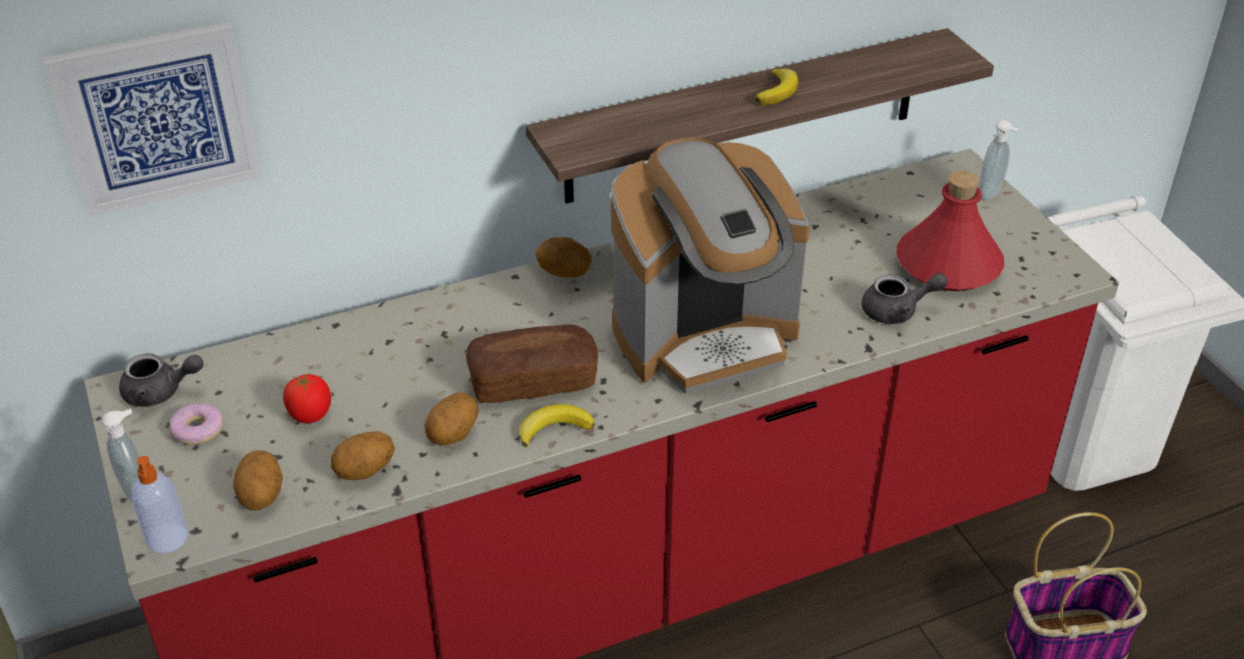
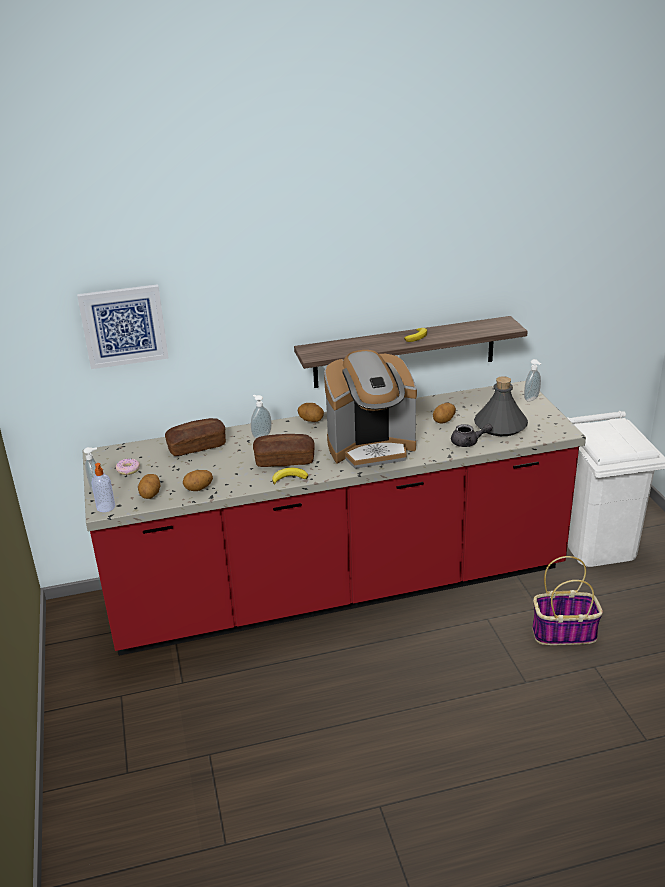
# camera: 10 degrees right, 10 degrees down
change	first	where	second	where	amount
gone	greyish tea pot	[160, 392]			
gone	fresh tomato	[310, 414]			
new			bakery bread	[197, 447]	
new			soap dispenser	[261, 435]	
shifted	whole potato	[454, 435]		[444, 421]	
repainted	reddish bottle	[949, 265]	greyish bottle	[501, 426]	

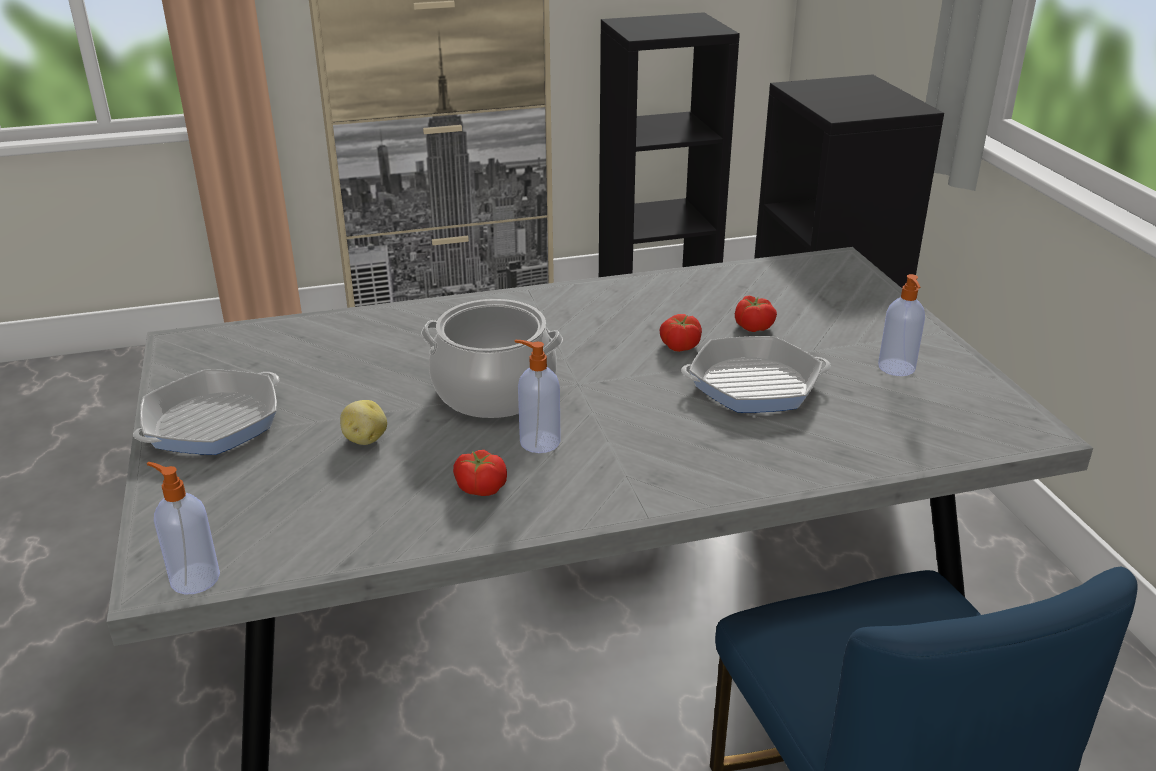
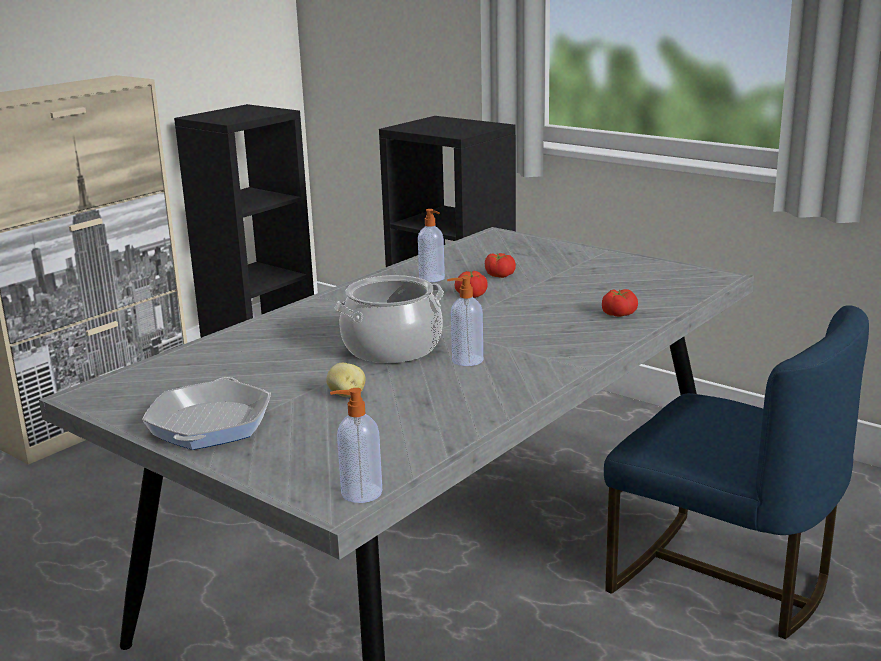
# camera: 35 degrees left, 10 degrees down
change	first	where	second	where	amount
gone	skillet	[754, 384]			
shifted	fresh tomato	[481, 487]		[618, 313]	
shifted	soap dispenser	[897, 368]		[432, 278]	

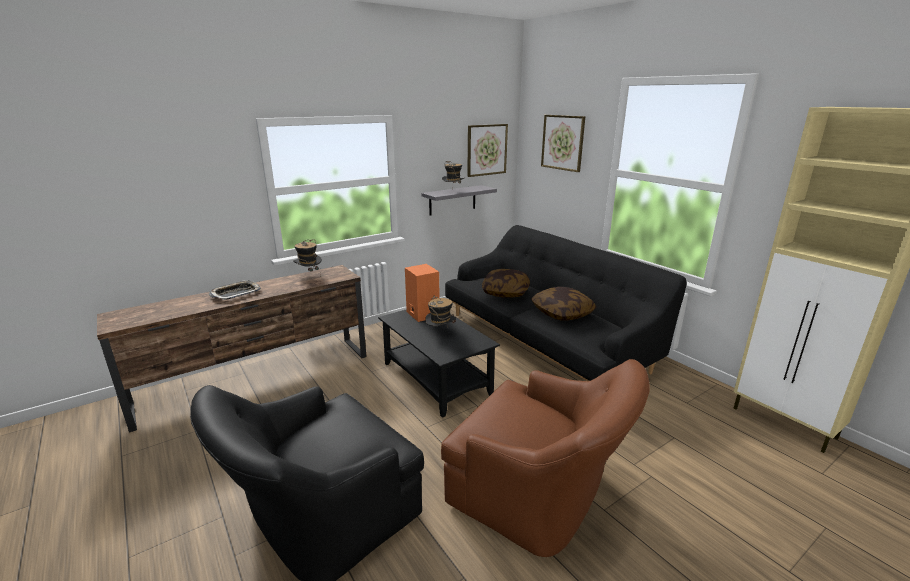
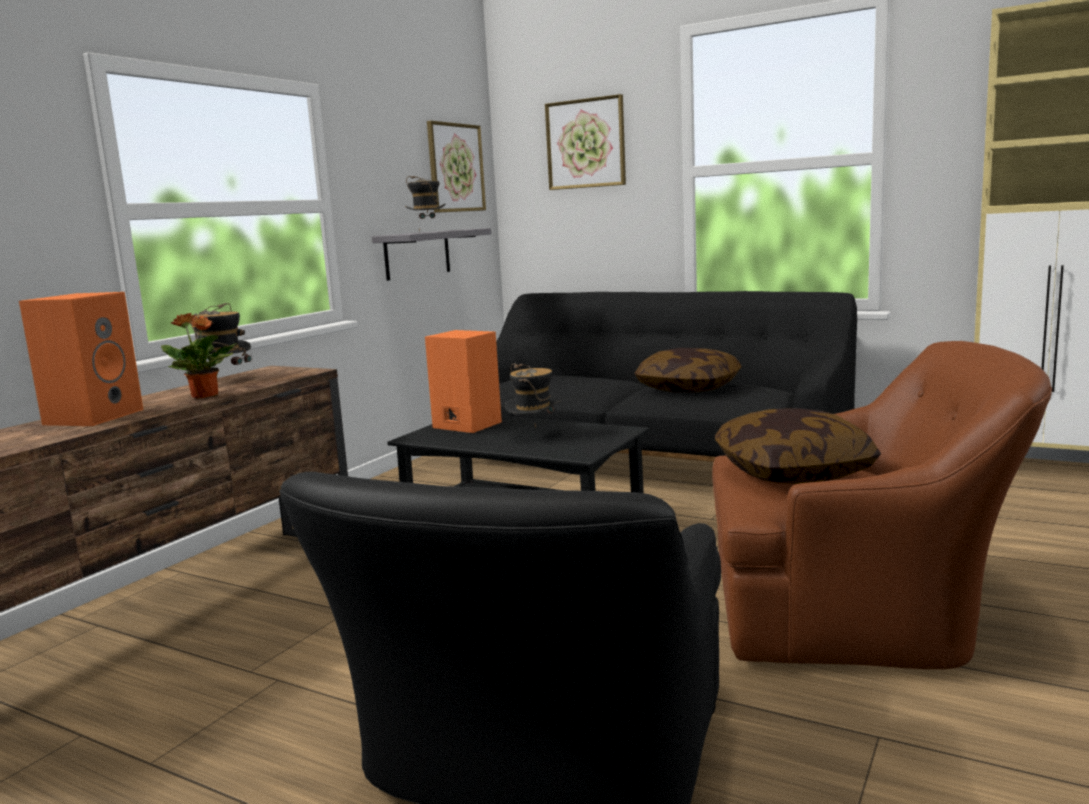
# camera: 25 degrees left, 10 degrees down
change	first	where	second	where	amount
new			plant in a pot	[205, 396]	
shifted	pillow	[505, 292]		[793, 472]	
swapped	serving tray	[236, 293]	orange-coloured loudspeaker	[94, 416]	

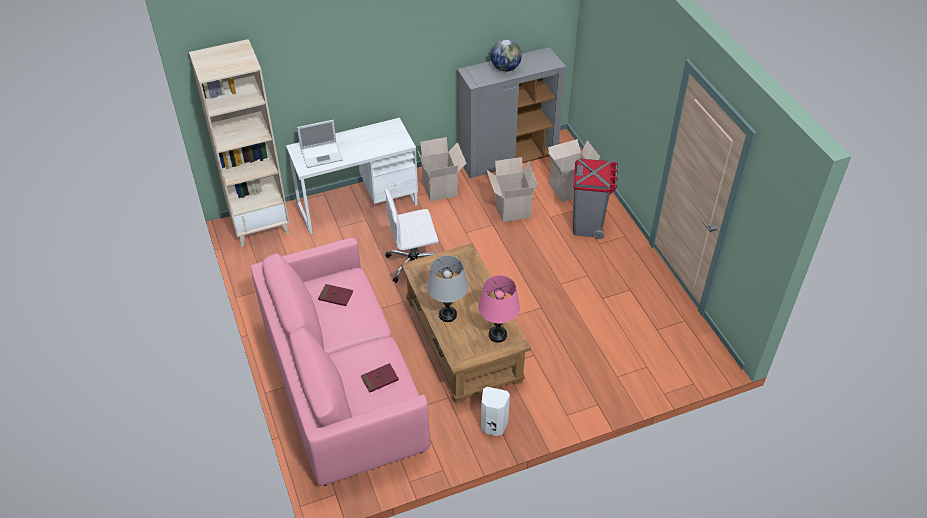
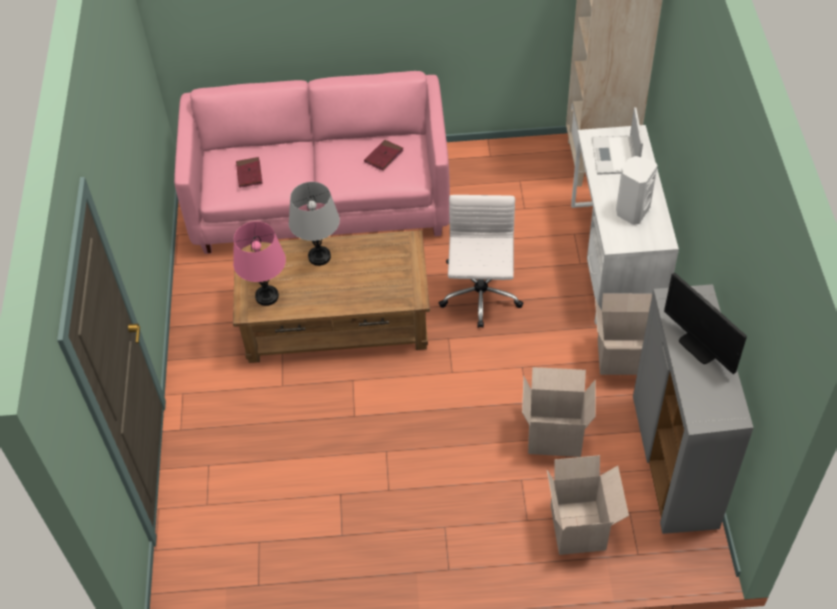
# camera: 110 degrees right, 5 degrees up
change	first	where	second	where	amount
gone	greyish trash can	[588, 224]			
shifted	whitish loudspeaker	[493, 426]		[631, 211]	
swapped	globe	[505, 68]	monitor	[699, 346]	

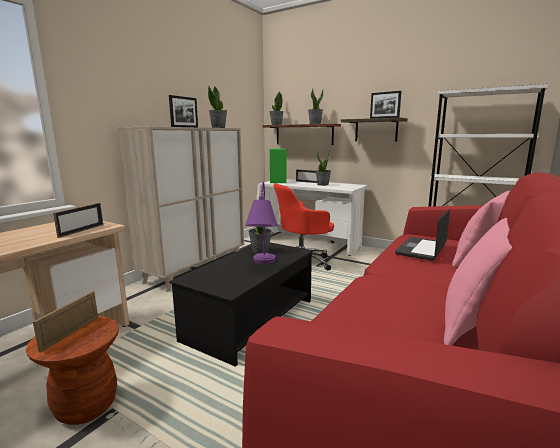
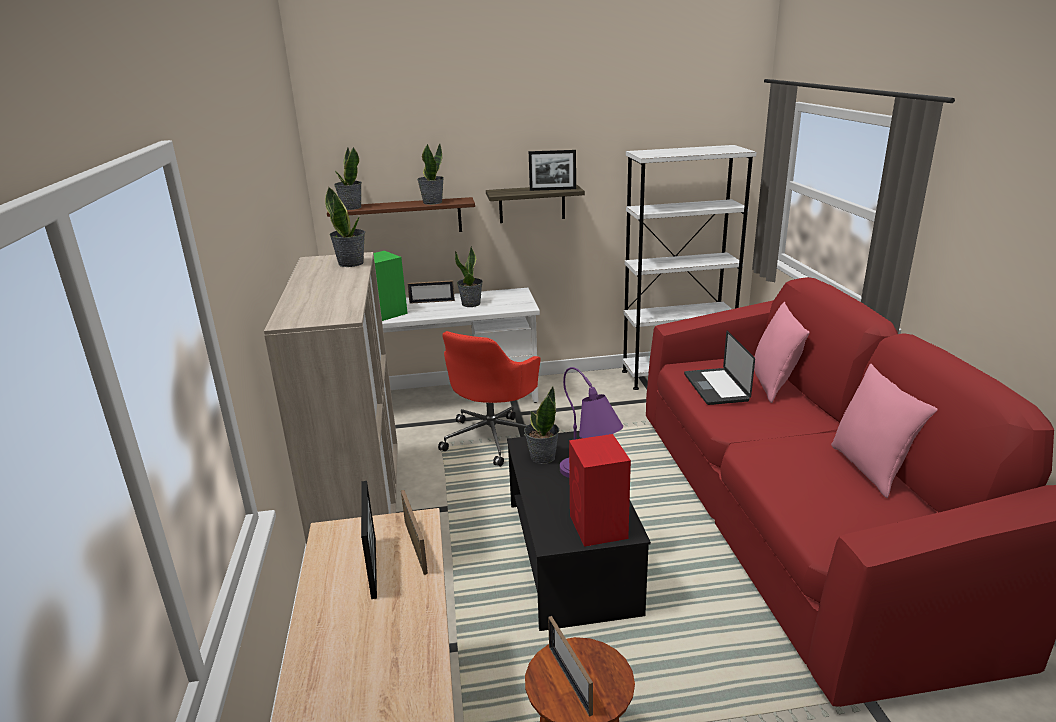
# camera: 40 degrees left, 10 degrees up
change	first	where	second	where	amount
new			reddish loudspeaker	[598, 528]	
shifted	standing frame	[185, 127]		[373, 567]	

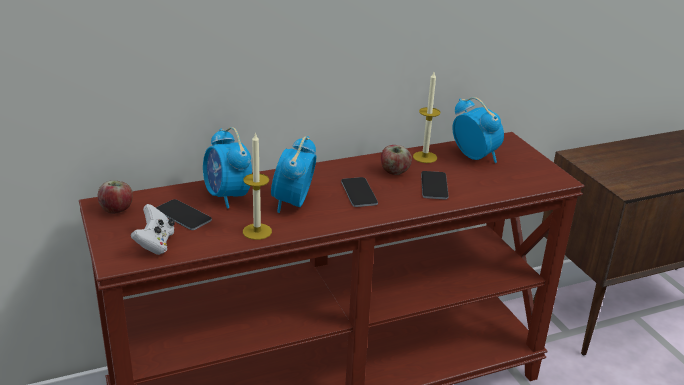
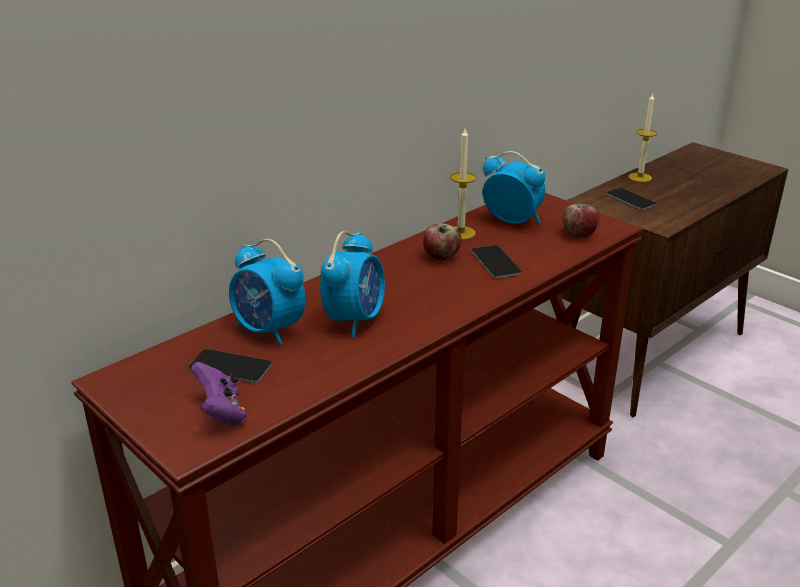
# camera: 20 degrees left, 0 degrees up
change	first	where	second	where	amount
shifted	whole apple	[117, 209]		[579, 234]	
shifted	wax candle	[257, 231]		[640, 177]	
shifted	phone	[359, 192]		[630, 199]	
repainted	whitish joypad	[155, 244]	purplish joypad	[221, 412]	
rotated	bedside clock	[293, 203]		[355, 319]	150 degrees counterclockwise

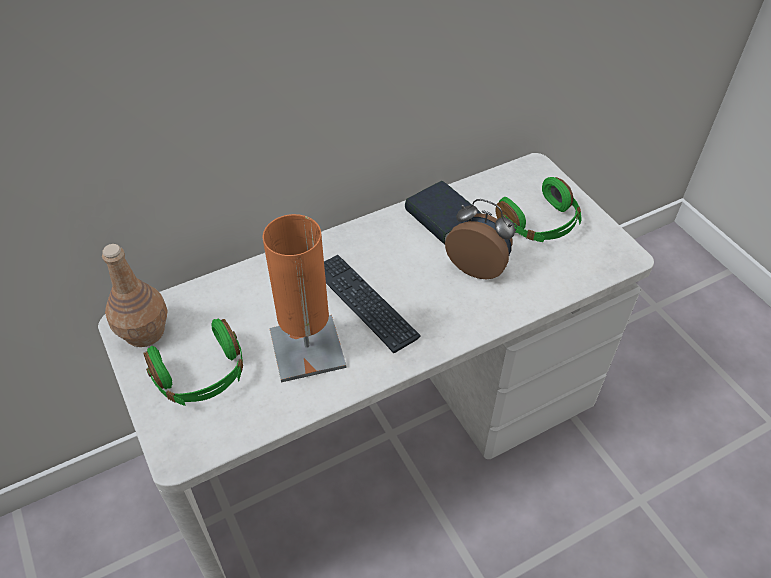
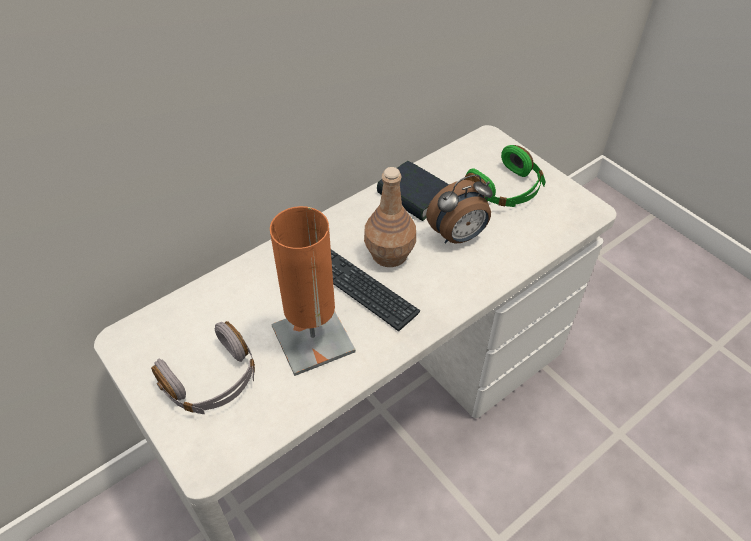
# camera: 10 degrees left, 0 degrees up
change	first	where	second	where	amount
shifted	brown bottle	[145, 331]		[390, 254]	
repainted	green-coloured headset	[201, 375]	greyish headset	[213, 381]	
rotated	bedside clock	[478, 265]		[458, 236]	135 degrees clockwise

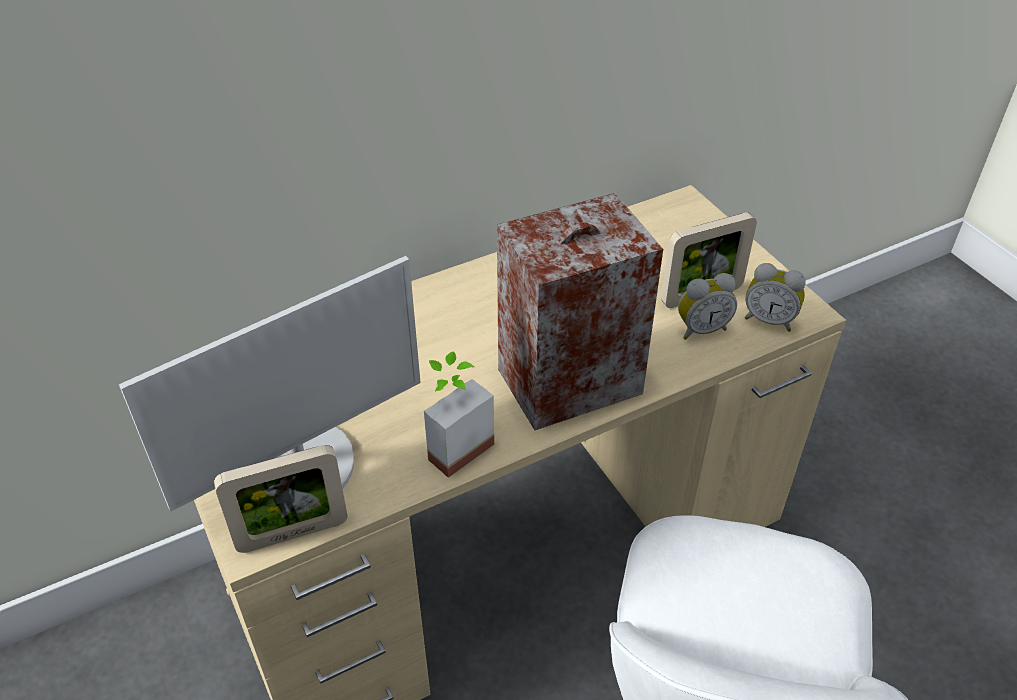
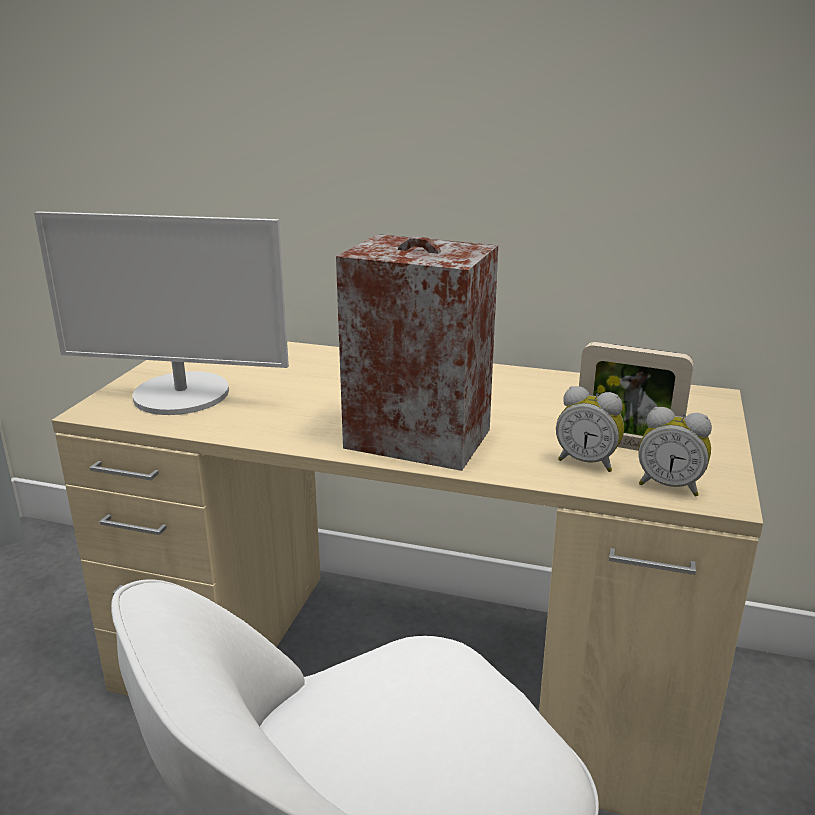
# camera: 45 degrees right, 20 degrees down
change	first	where	second	where	amount
gone	standing frame	[292, 533]			
gone	plant in a pot	[452, 444]			
rotated	bedside clock	[769, 319]		[669, 485]	45 degrees counterclockwise

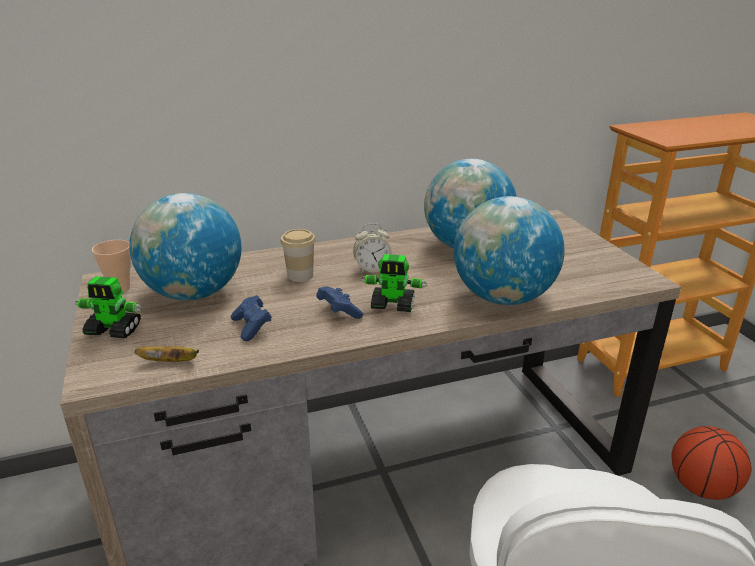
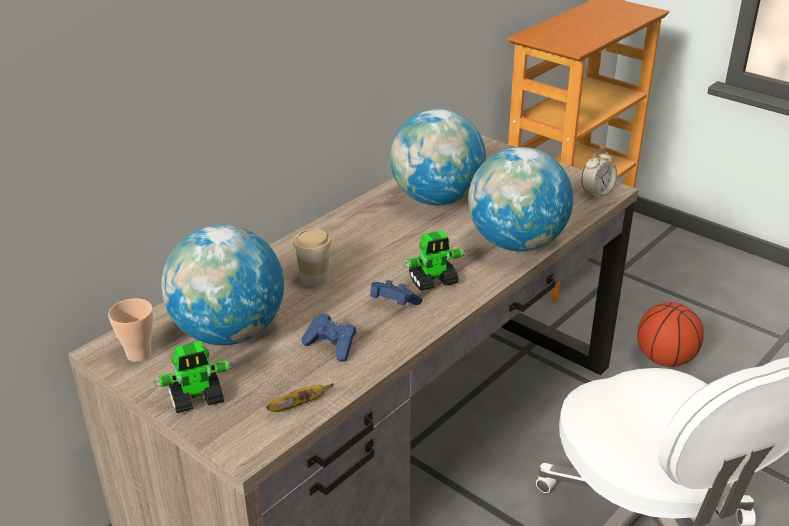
# camera: 30 degrees left, 5 degrees up
change	first	where	second	where	amount
shifted	bedside clock	[372, 269]		[597, 193]	

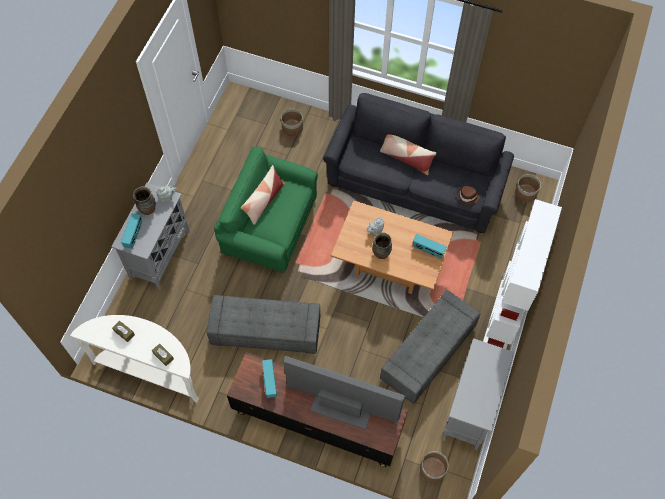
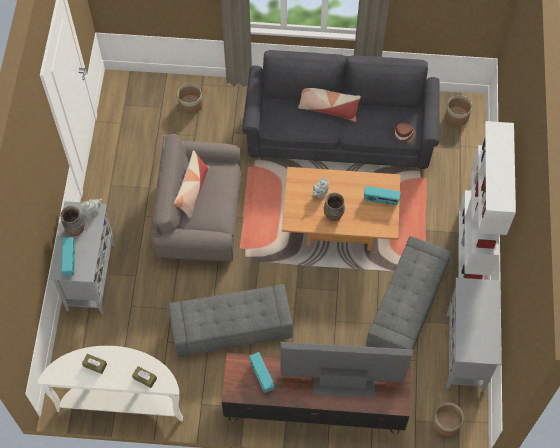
# camera: 15 degrees left, 0 degrees up
change	first	where	second	where	amount
repainted	green-coloured armchair	[270, 226]	greyish armchair	[200, 216]	

